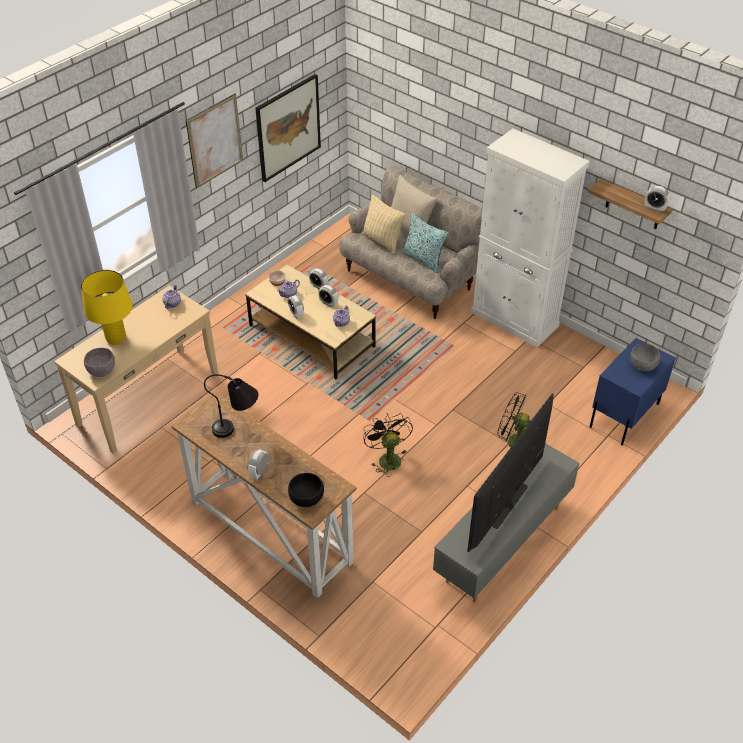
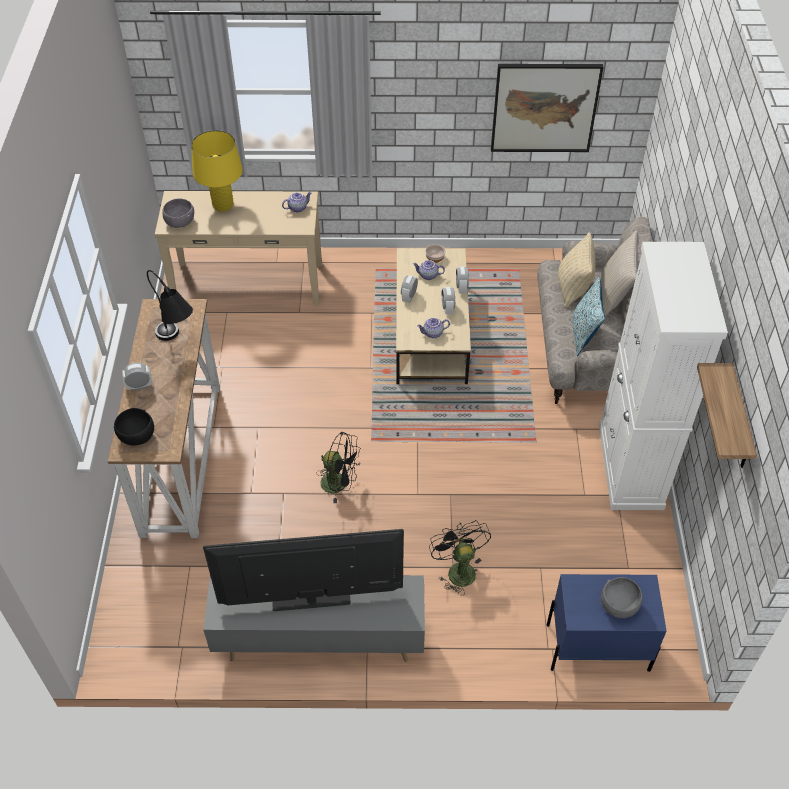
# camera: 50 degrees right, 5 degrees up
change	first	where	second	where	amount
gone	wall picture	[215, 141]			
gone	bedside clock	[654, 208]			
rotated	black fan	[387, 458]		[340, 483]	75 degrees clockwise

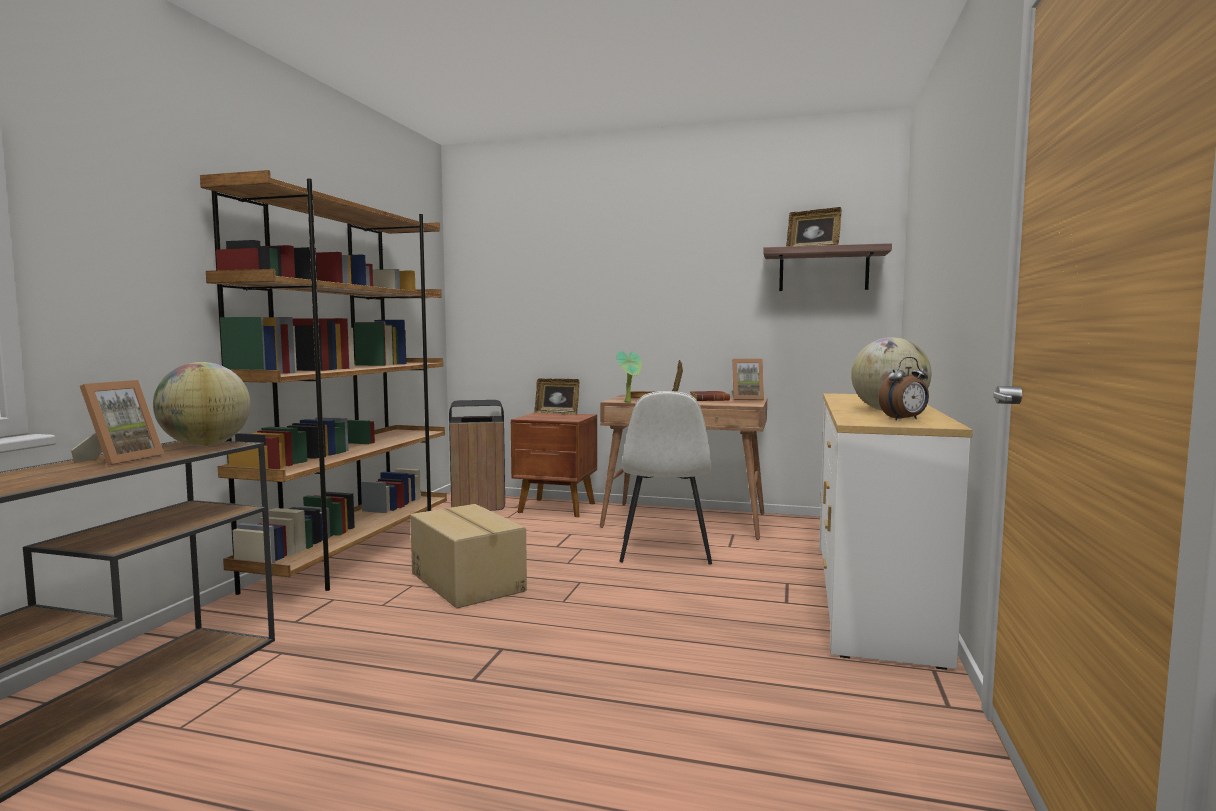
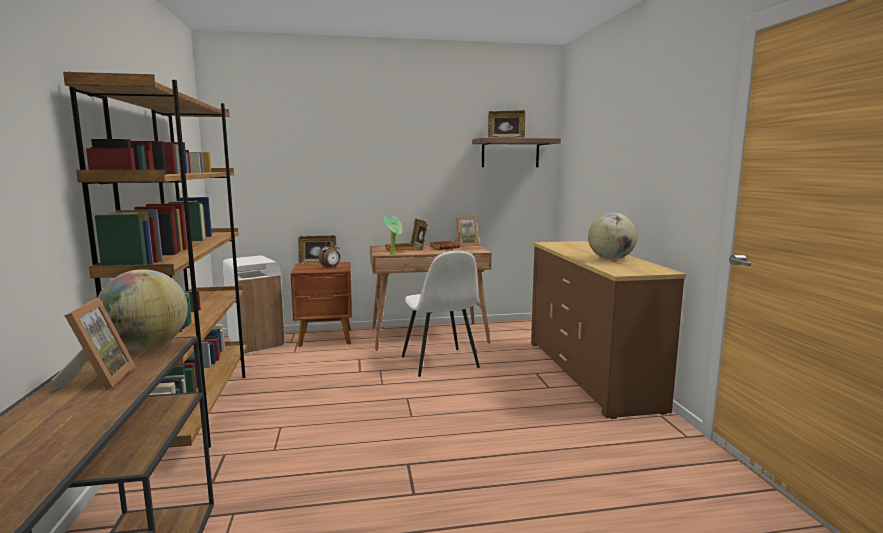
# camera: 25 degrees left, 5 degrees up
change	first	where	second	where	amount
gone	packing box	[468, 581]			
shifted	bedside clock	[904, 419]		[330, 267]	
repainted	black trash can	[479, 504]	whitish trash can	[257, 343]	
repainted	whitish chest of drawers	[874, 597]	brown chest of drawers	[590, 373]	

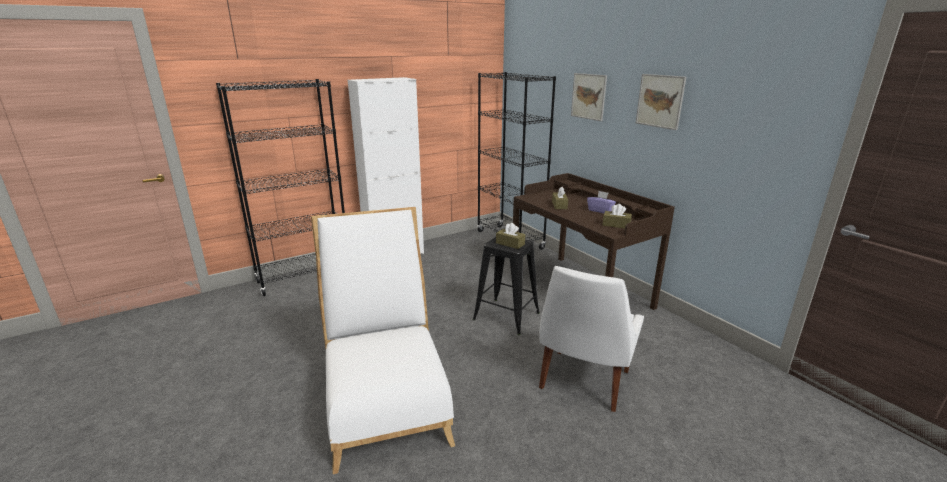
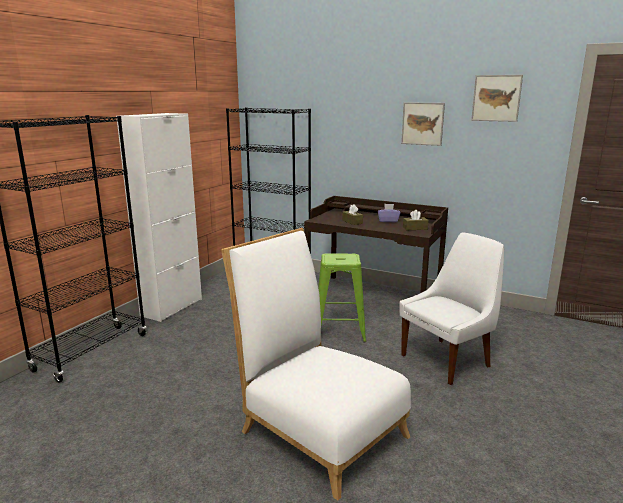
# camera: 30 degrees left, 5 degrees down
change	first	where	second	where	amount
gone	brown tissue box	[510, 243]			
shifted	wall picture	[588, 96]		[496, 98]	
repainted	black stool seat	[506, 316]	green-coloured stool seat	[340, 331]	
rotated	whitish plain chair	[583, 382]		[447, 360]	120 degrees counterclockwise

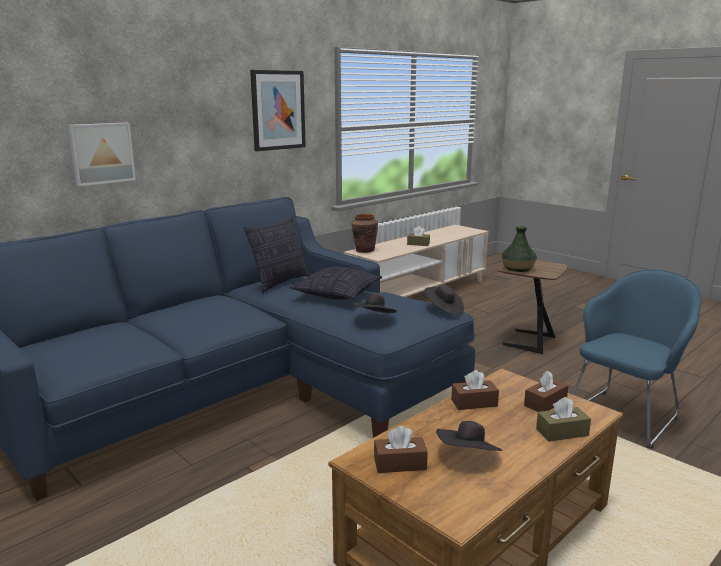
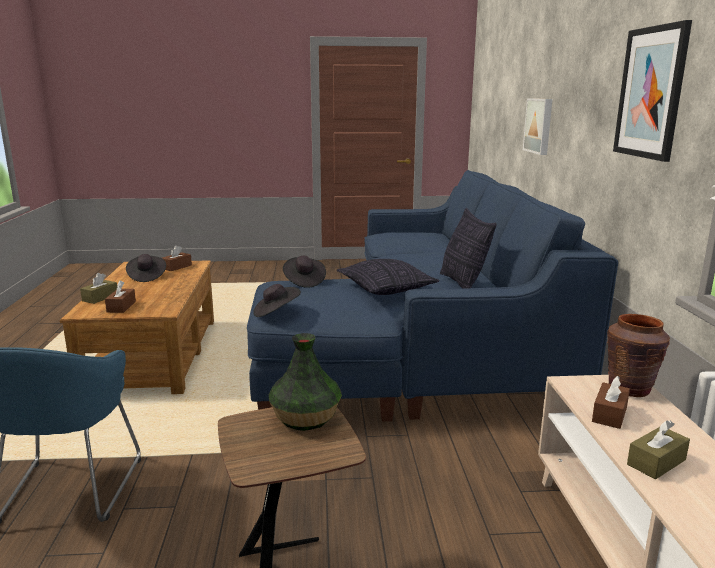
# camera: 130 degrees right, 0 degrees up
change	first	where	second	where	amount
shifted	brown tissue box	[474, 403]		[609, 414]	

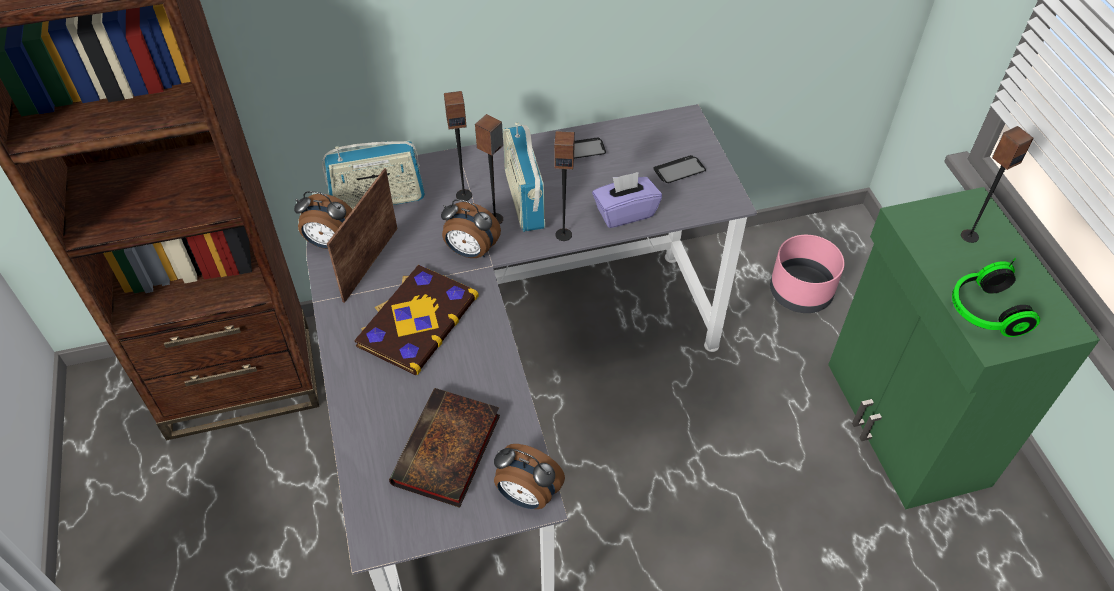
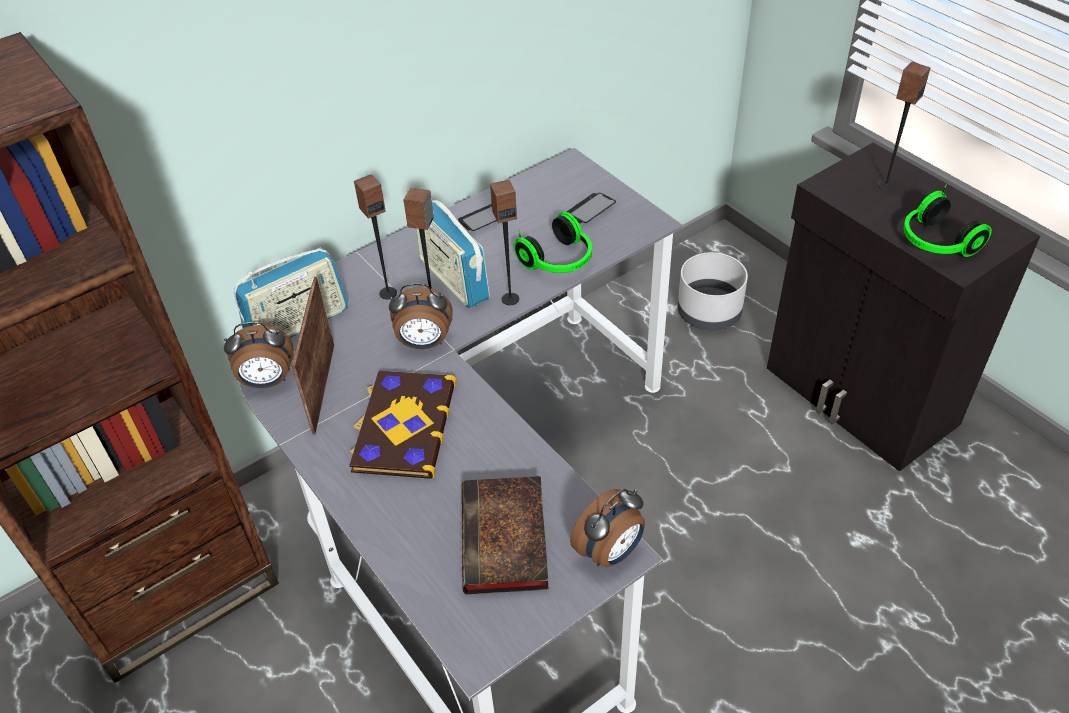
# camera: 20 degrees left, 5 degrees down
change	first	where	second	where	amount
swapped	purplish tissue box	[625, 212]	headset	[559, 261]	
repainted	pink-coloured flower pot	[800, 291]	greyish flower pot	[708, 312]	
repainted	green-coloured cupboard	[904, 424]	black cupboard	[859, 398]	
rotated	bedside clock	[527, 496]		[610, 552]	45 degrees counterclockwise

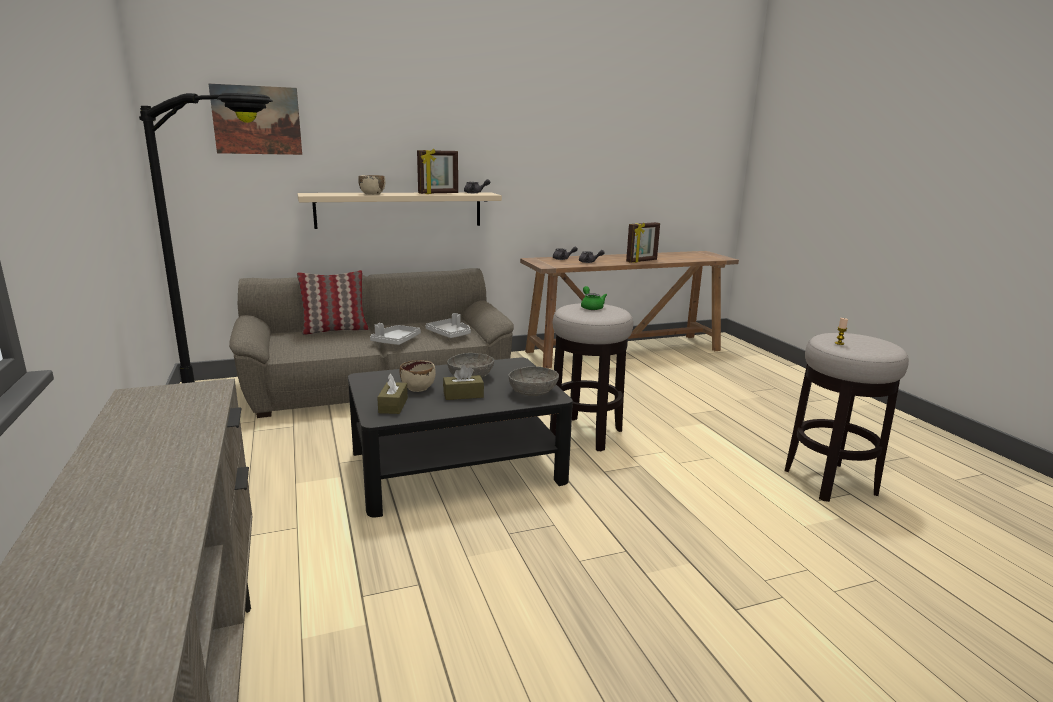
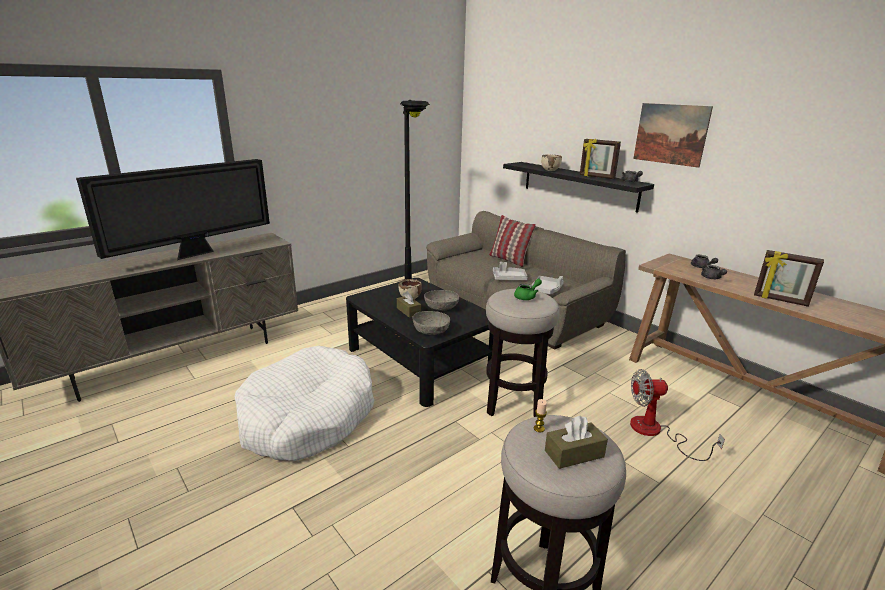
# camera: 70 degrees right, 5 degrees up
change	first	where	second	where	amount
new			TV	[196, 254]	
new			whitish dog cushion	[308, 417]	
new			fan	[655, 432]	
shifted	wall picture	[257, 120]		[670, 134]	
shifted	brown tissue box	[393, 405]		[574, 454]	
repainted	beige-coloured shelf	[399, 210]	black shelf	[578, 185]	

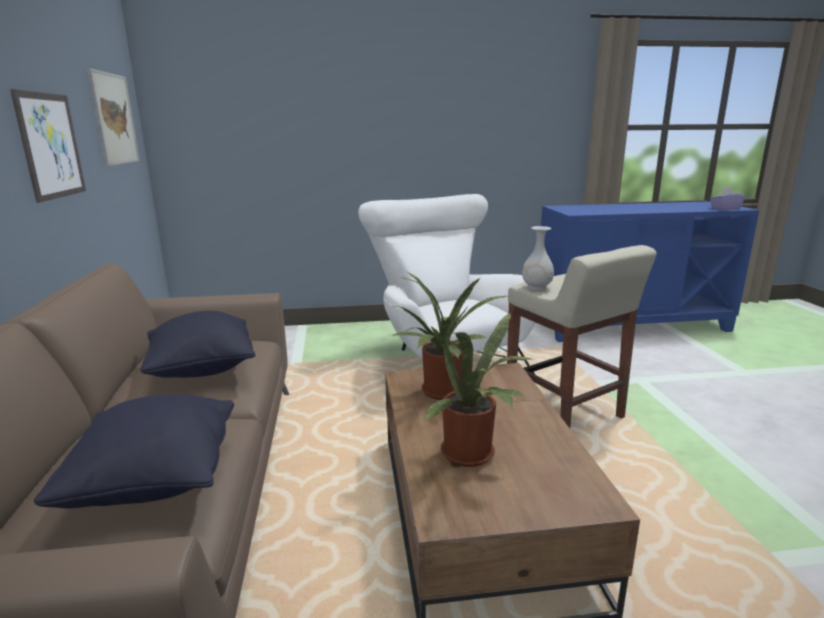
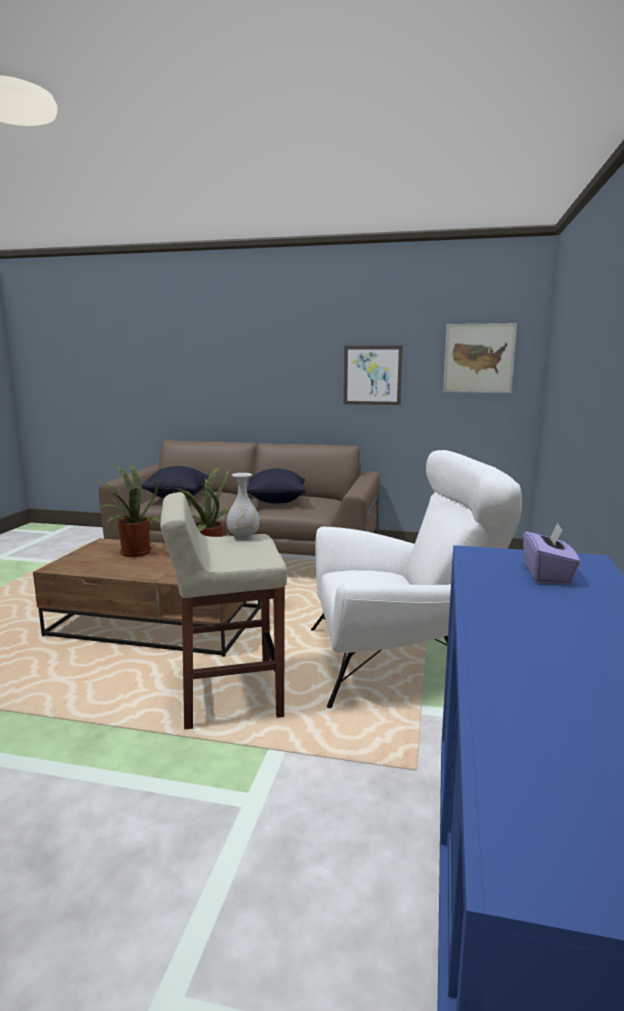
# camera: 110 degrees right, 5 degrees down
change	first	where	second	where	amount
shifted	purplish tissue box	[725, 208]		[547, 575]	

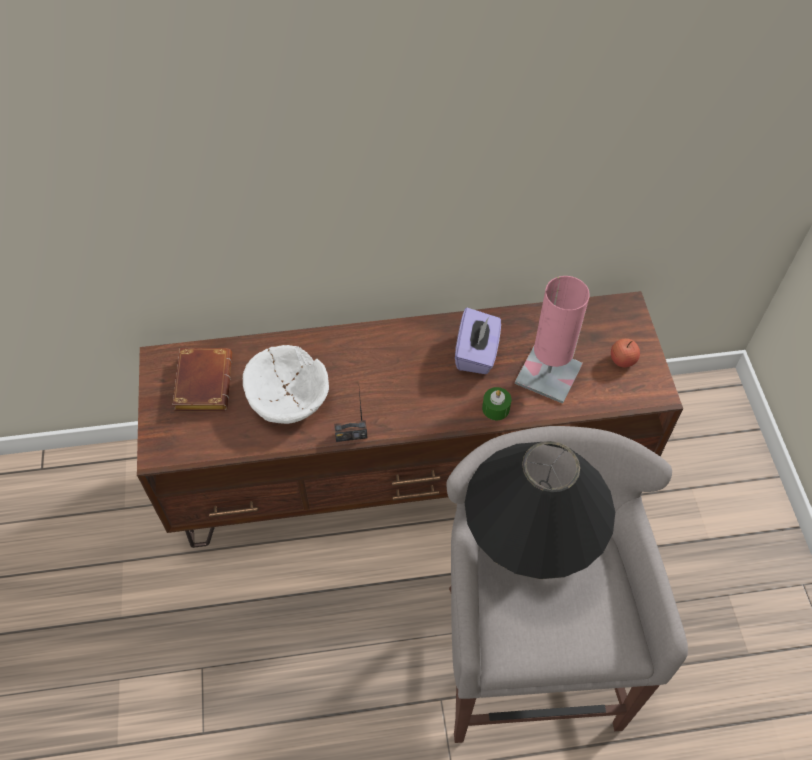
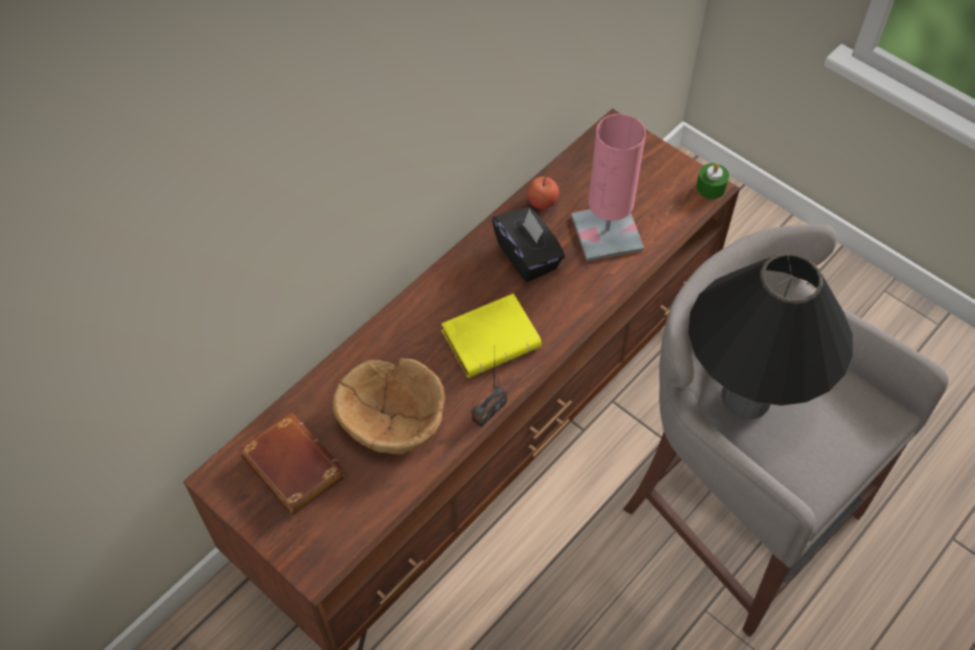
# camera: 40 degrees left, 0 degrees up
change	first	where	second	where	amount
new			yellow-coloured bound book	[492, 338]	
shifted	green-coloured wax candle	[496, 408]		[711, 187]	
shifted	whole apple	[622, 360]		[542, 202]	
repainted	whitish deep dish	[287, 397]	brown deep dish	[392, 420]	
repainted	purplish tissue box	[476, 353]	black tissue box	[527, 256]	

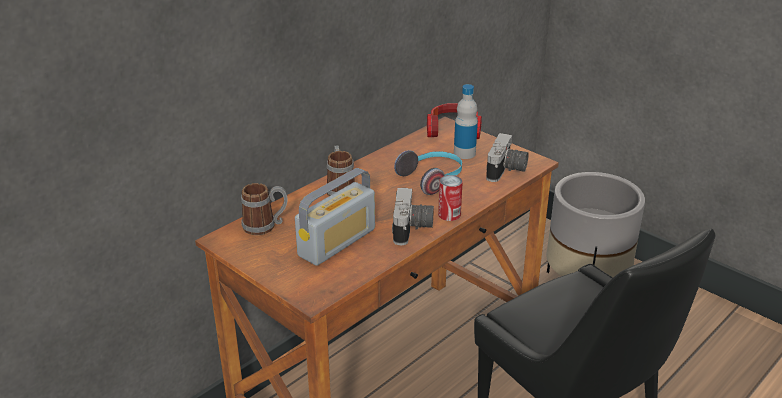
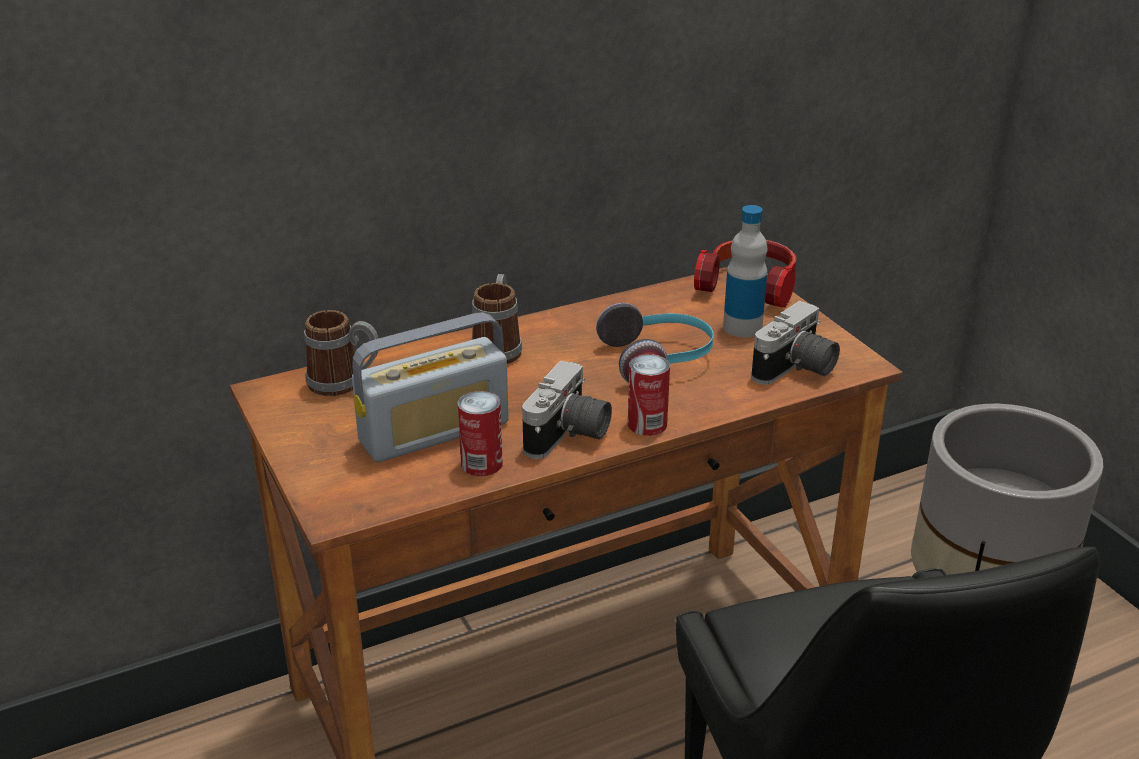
# camera: 20 degrees right, 0 degrees up
change	first	where	second	where	amount
new			can	[481, 463]	

